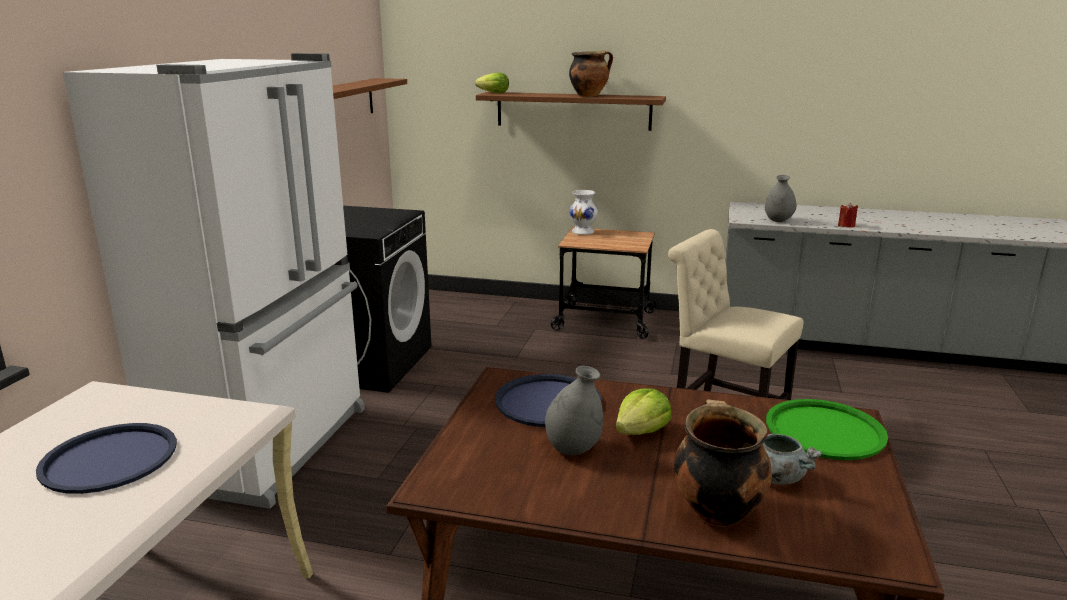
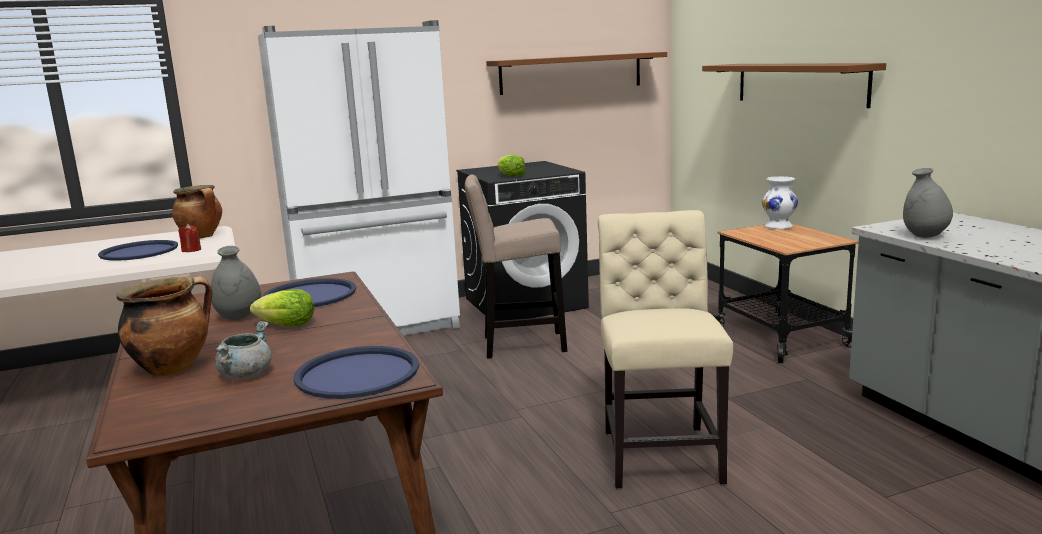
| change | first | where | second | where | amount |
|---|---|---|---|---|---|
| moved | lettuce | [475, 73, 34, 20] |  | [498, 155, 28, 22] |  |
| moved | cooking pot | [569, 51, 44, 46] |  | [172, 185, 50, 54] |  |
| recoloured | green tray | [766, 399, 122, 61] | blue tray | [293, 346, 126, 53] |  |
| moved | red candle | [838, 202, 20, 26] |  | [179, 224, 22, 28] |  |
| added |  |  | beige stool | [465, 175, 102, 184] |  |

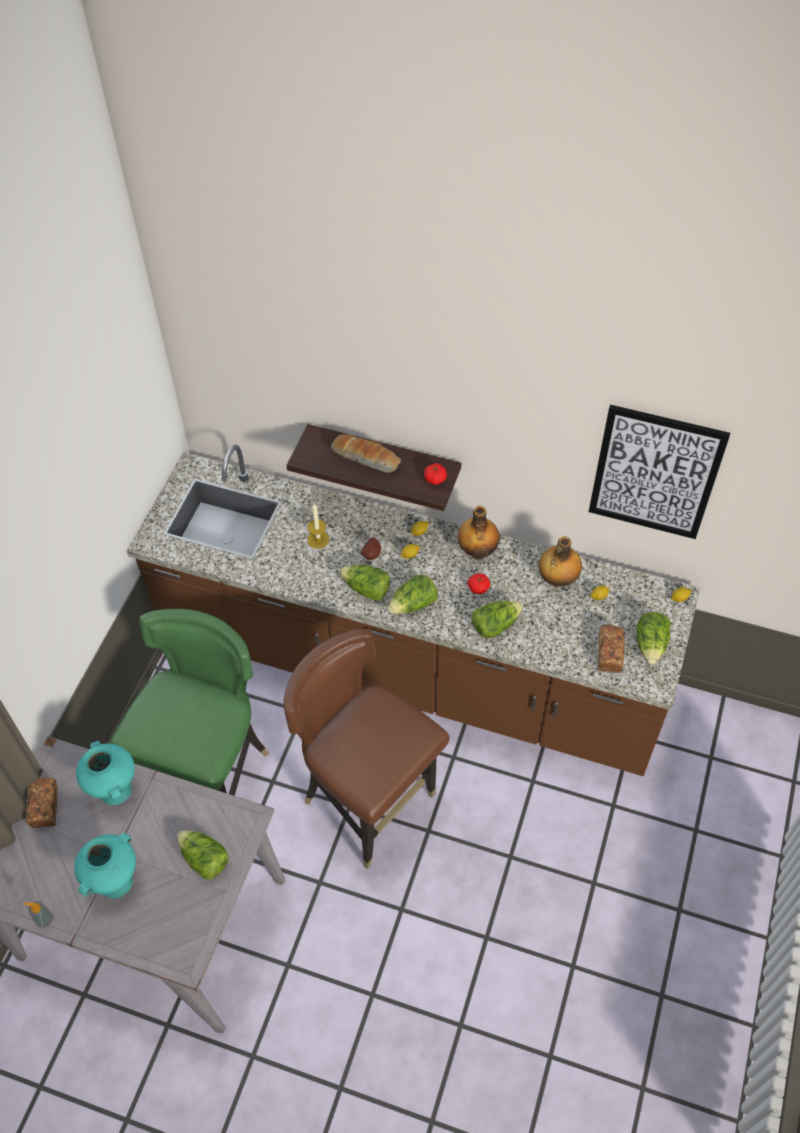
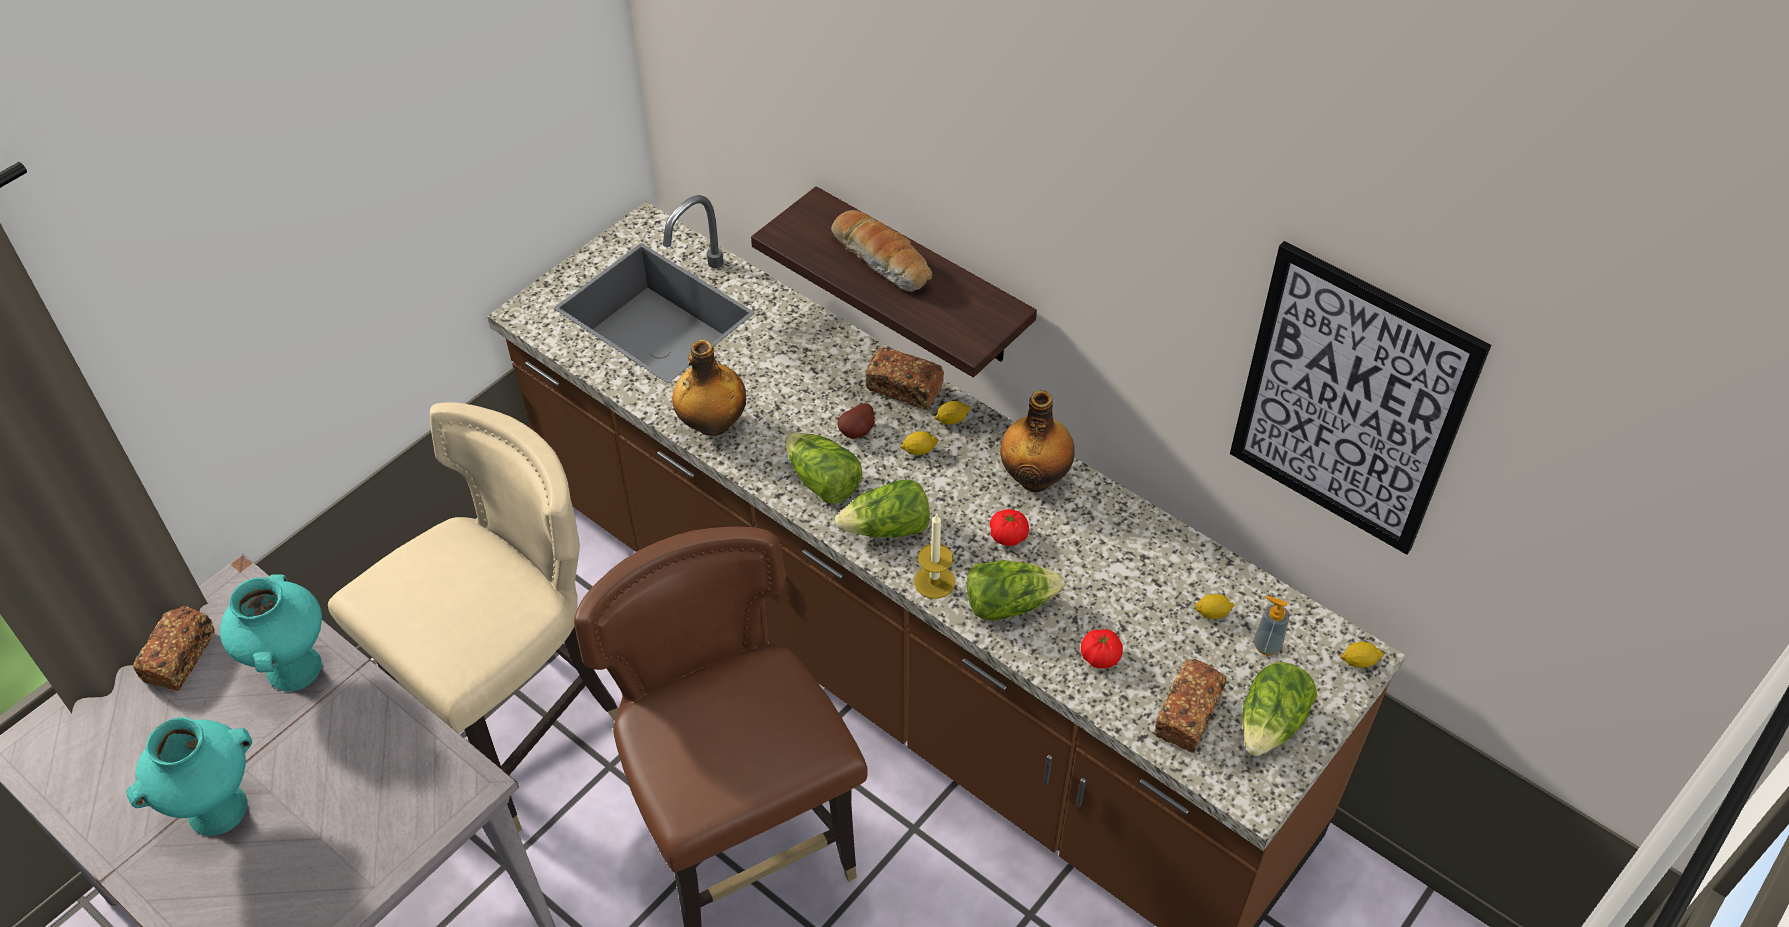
| change | first | where | second | where | amount |
|---|---|---|---|---|---|
| moved | soap dispenser | [23, 901, 30, 27] |  | [1254, 596, 35, 60] |  |
| recoloured | green chair | [109, 609, 160, 187] | beige chair | [328, 402, 291, 430] |  |
| removed | lettuce | [177, 830, 52, 49] |  |  |  |
| moved | candle | [307, 504, 22, 45] |  | [914, 513, 41, 86] |  |
| moved | tomato | [424, 463, 23, 22] |  | [1081, 629, 42, 40] |  |
| moved | bottle | [539, 536, 43, 51] |  | [672, 340, 74, 96] |  |
| added |  |  | bread | [865, 347, 79, 62] |  |

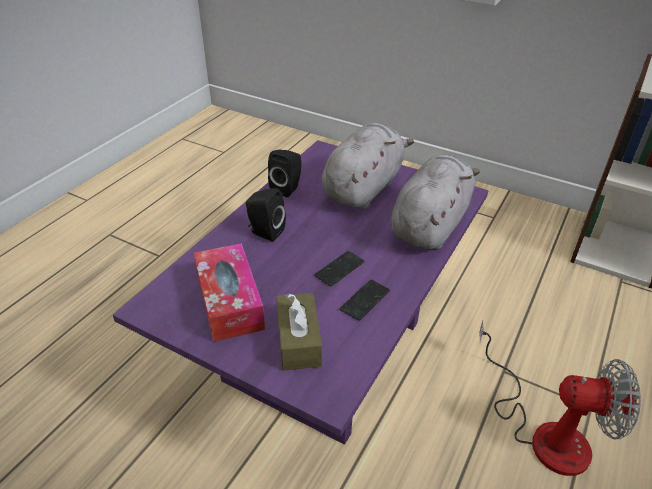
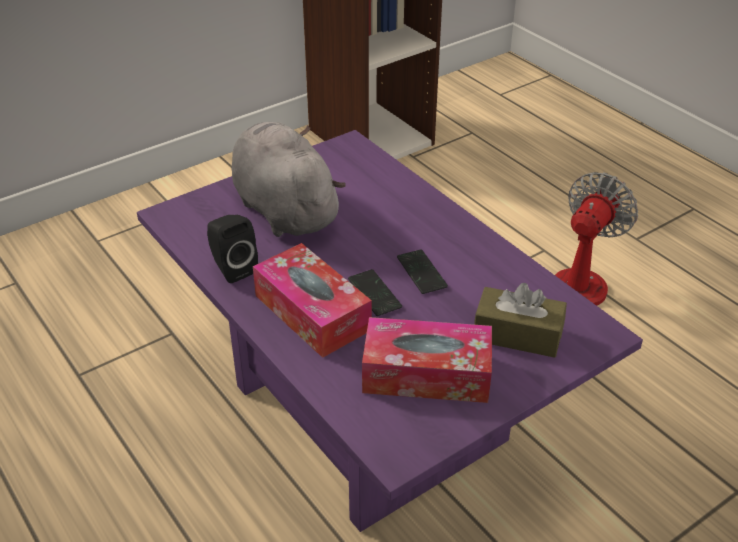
| change | first | where | second | where | amount |
|---|---|---|---|---|---|
| replaced | black speaker | [246, 188, 40, 54] | tissue box | [253, 243, 119, 115] |  |
| moved | phone | [340, 280, 50, 41] |  | [348, 269, 54, 47] |  |
| removed | grey plush toy | [391, 155, 89, 95] |  |  |  |

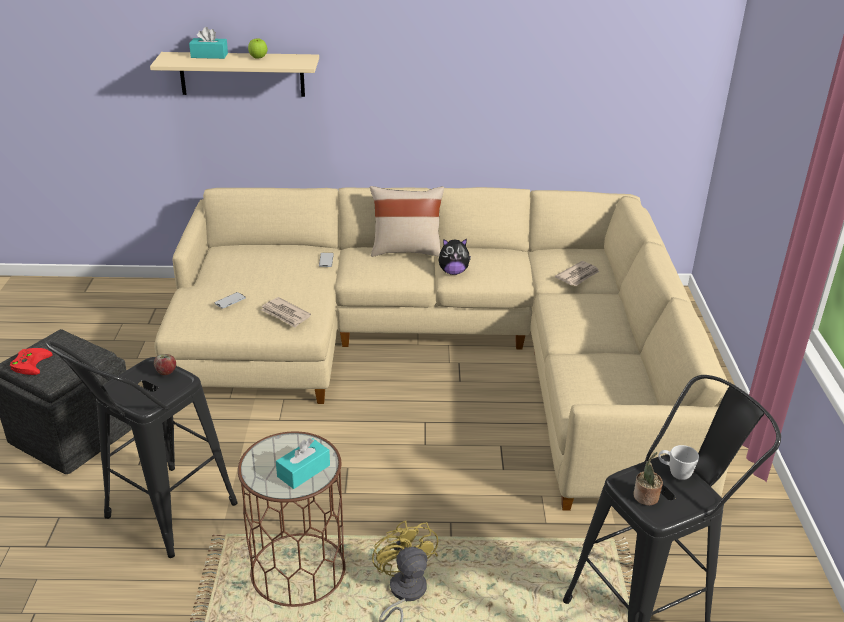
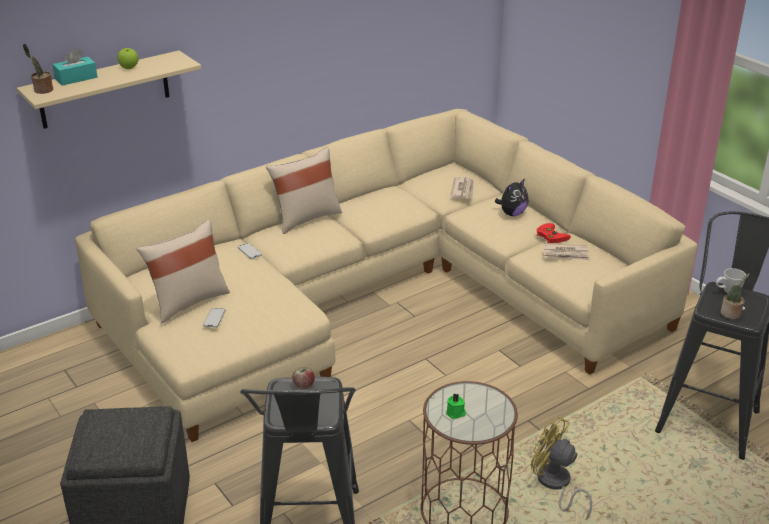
| change | first | where | second | where | amount |
|---|---|---|---|---|---|
| moved | red game controller | [10, 348, 42, 27] |  | [537, 223, 34, 20] |  |
| moved | newspaper | [261, 297, 50, 31] |  | [543, 243, 47, 17] |  |
| removed | turquoise tissue box | [276, 438, 54, 51] |  |  |  |
| moved | plush toy | [439, 239, 32, 36] |  | [495, 178, 34, 38] |  |
| added |  |  | potted plant | [23, 44, 30, 50] |  |
| added |  |  | beige pillow | [137, 220, 93, 103] |  |
| added |  |  | green candle | [446, 394, 20, 25] |  |

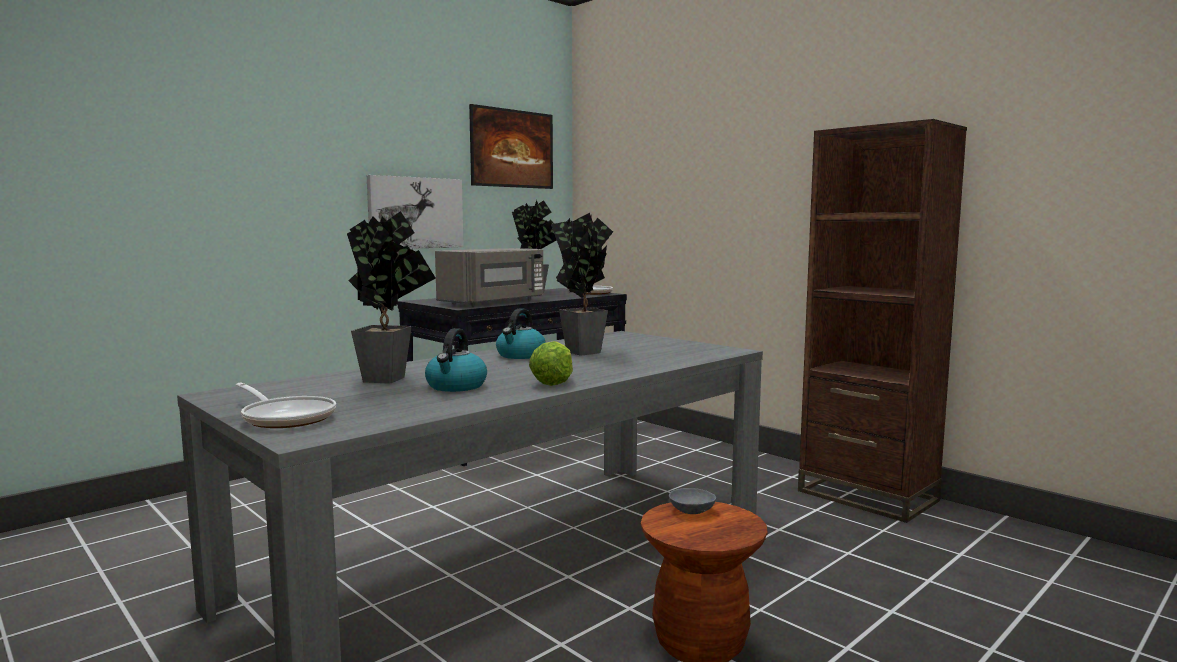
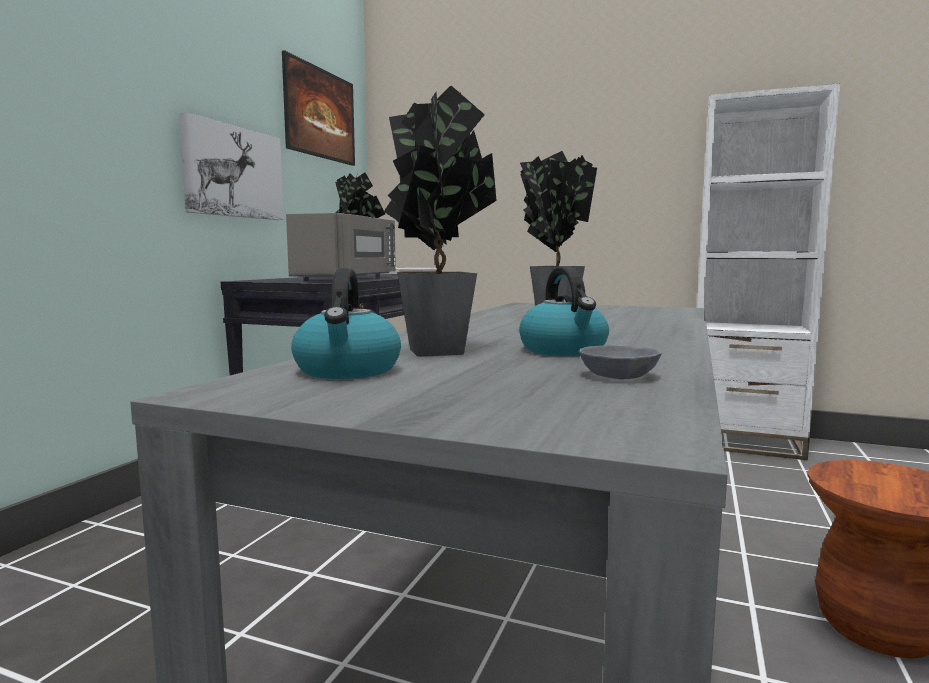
| change | first | where | second | where | amount |
|---|---|---|---|---|---|
| removed | frying pan | [236, 383, 100, 45] |  |  |  |
| moved | kettle | [496, 308, 50, 51] |  | [291, 268, 110, 111] |  |
| removed | lettuce | [529, 341, 44, 45] |  |  |  |
| moved | grey bowl | [669, 488, 47, 26] |  | [579, 345, 83, 34] |  |
| recoloured | brown bookcase | [798, 119, 169, 404] | white bookcase | [697, 83, 144, 377] |  |

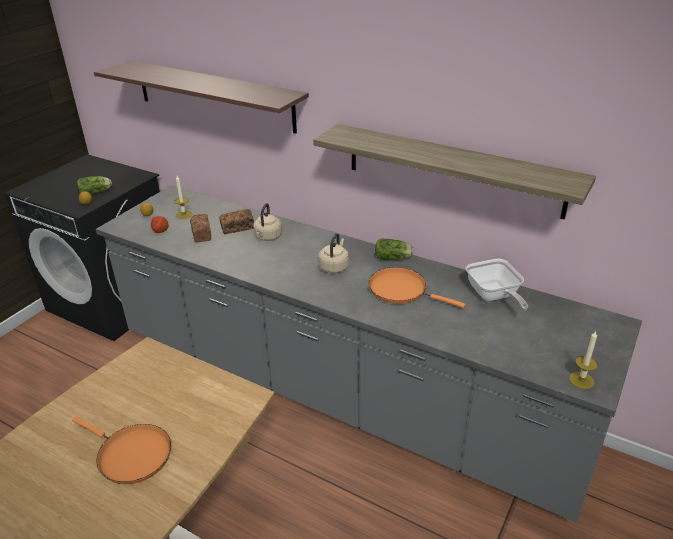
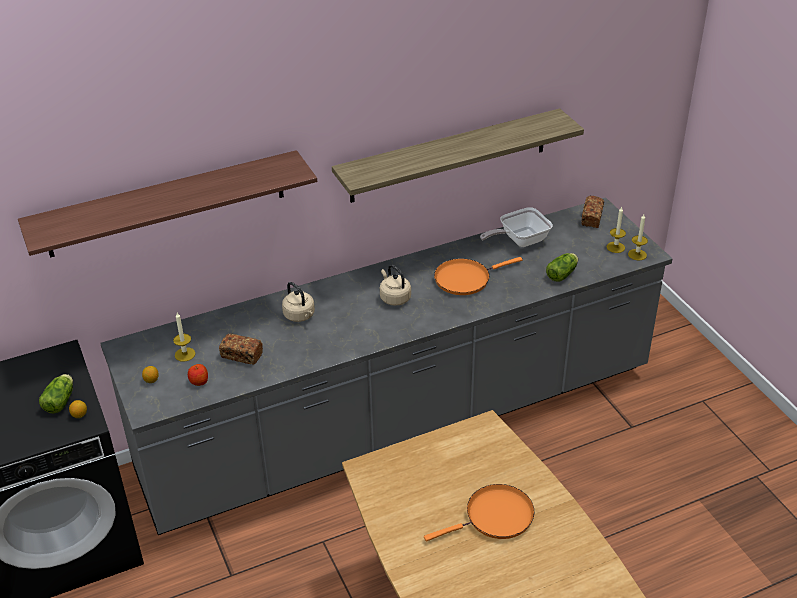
| change | first | where | second | where | amount |
|---|---|---|---|---|---|
| moved | bread | [219, 209, 35, 25] |  | [582, 196, 22, 32] |  |
| moved | lettuce | [375, 238, 39, 22] |  | [546, 253, 32, 28] |  |
| turned | frying pan | [466, 258, 62, 53] |  | [480, 207, 73, 40] | 135 degrees clockwise |
| added |  |  | candle | [607, 206, 19, 47] |  |

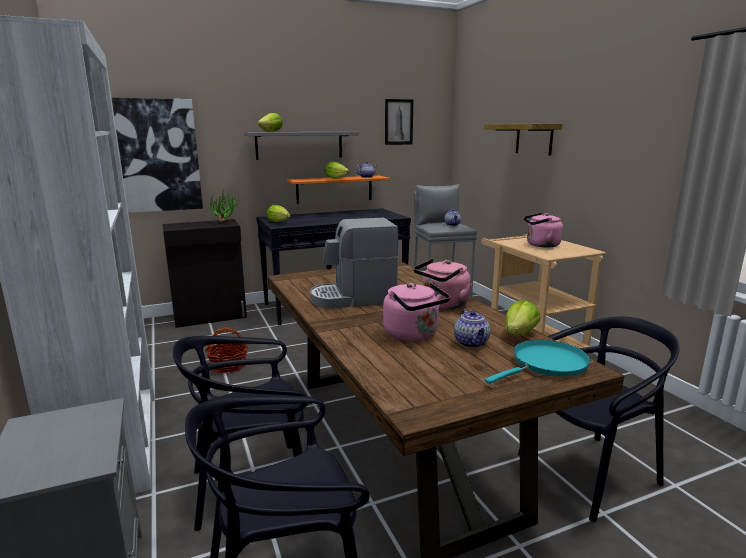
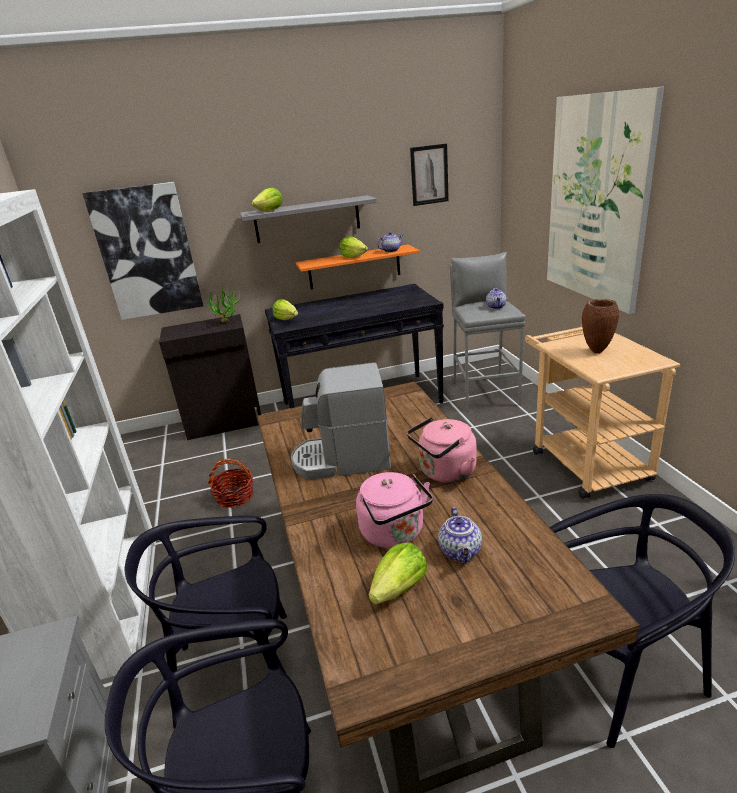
| change | first | where | second | where | amount |
|---|---|---|---|---|---|
| replaced | shelf | [484, 124, 78, 31] | picture | [547, 86, 117, 228] |  |
| removed | turquoise frying pan | [485, 340, 106, 44] |  |  |  |
| moved | lettuce | [505, 300, 35, 36] |  | [369, 542, 58, 63] |  |
| replaced | pink kettle | [524, 213, 39, 35] | brown vase | [582, 299, 37, 54] |  |

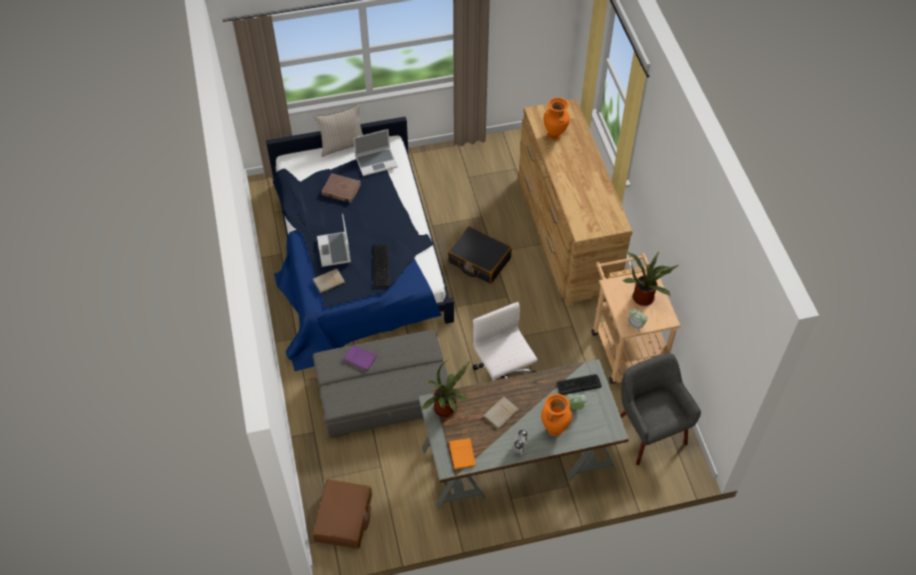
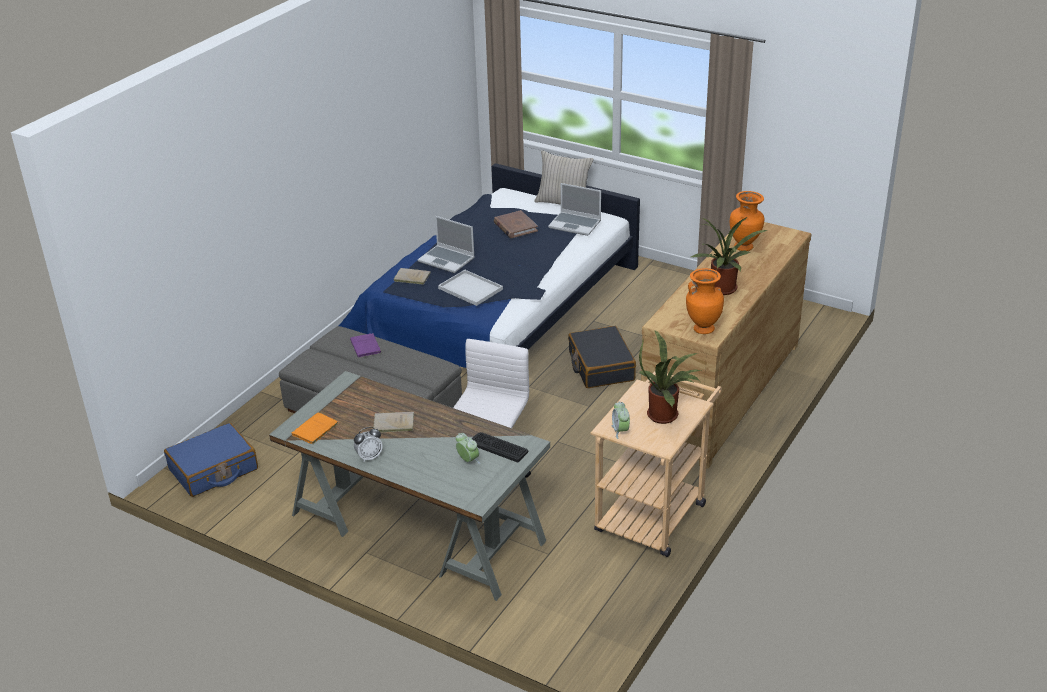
| change | first | where | second | where | amount |
|---|---|---|---|---|---|
| recoloured | brown suitcase | [312, 479, 60, 70] | blue suitcase | [164, 423, 94, 74] |  |
| turned | laptop | [317, 214, 34, 53] |  | [418, 216, 57, 57] | 90 degrees counterclockwise |
| replaced | keyboard | [373, 244, 17, 43] | white tray | [438, 270, 65, 36] |  |
| moved | potted plant | [422, 359, 48, 59] |  | [691, 217, 76, 78] |  |
| moved | orange vase | [541, 394, 31, 42] |  | [686, 268, 38, 66] |  |
| removed | grey armchair | [620, 353, 81, 112] |  |  |  |

